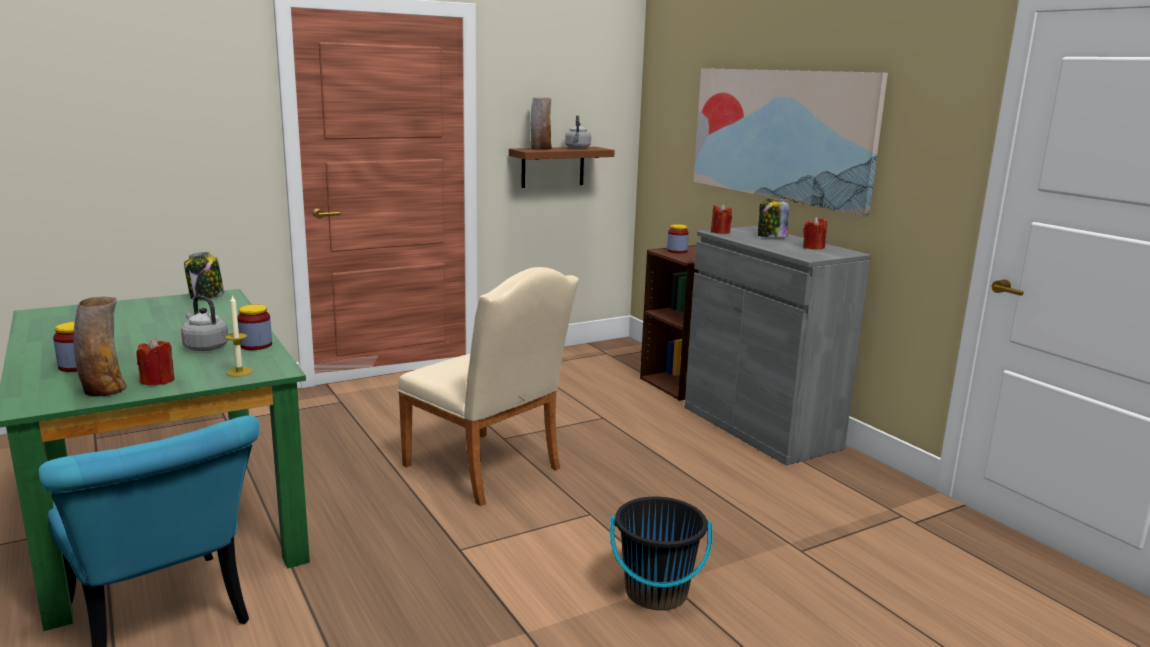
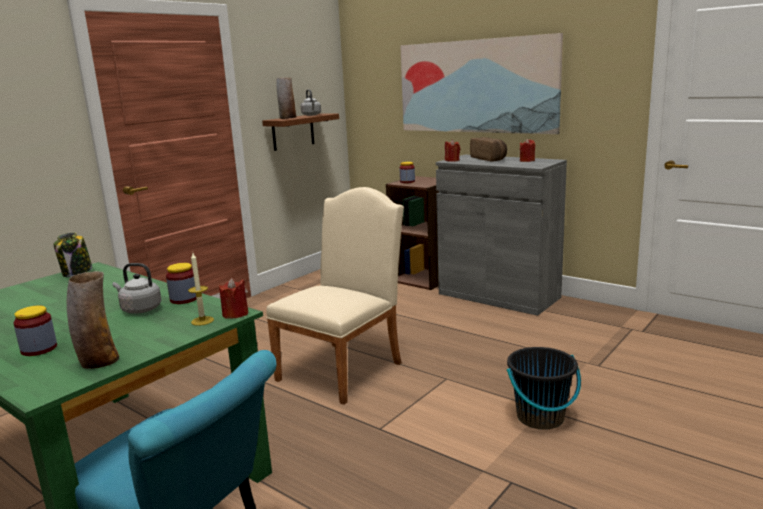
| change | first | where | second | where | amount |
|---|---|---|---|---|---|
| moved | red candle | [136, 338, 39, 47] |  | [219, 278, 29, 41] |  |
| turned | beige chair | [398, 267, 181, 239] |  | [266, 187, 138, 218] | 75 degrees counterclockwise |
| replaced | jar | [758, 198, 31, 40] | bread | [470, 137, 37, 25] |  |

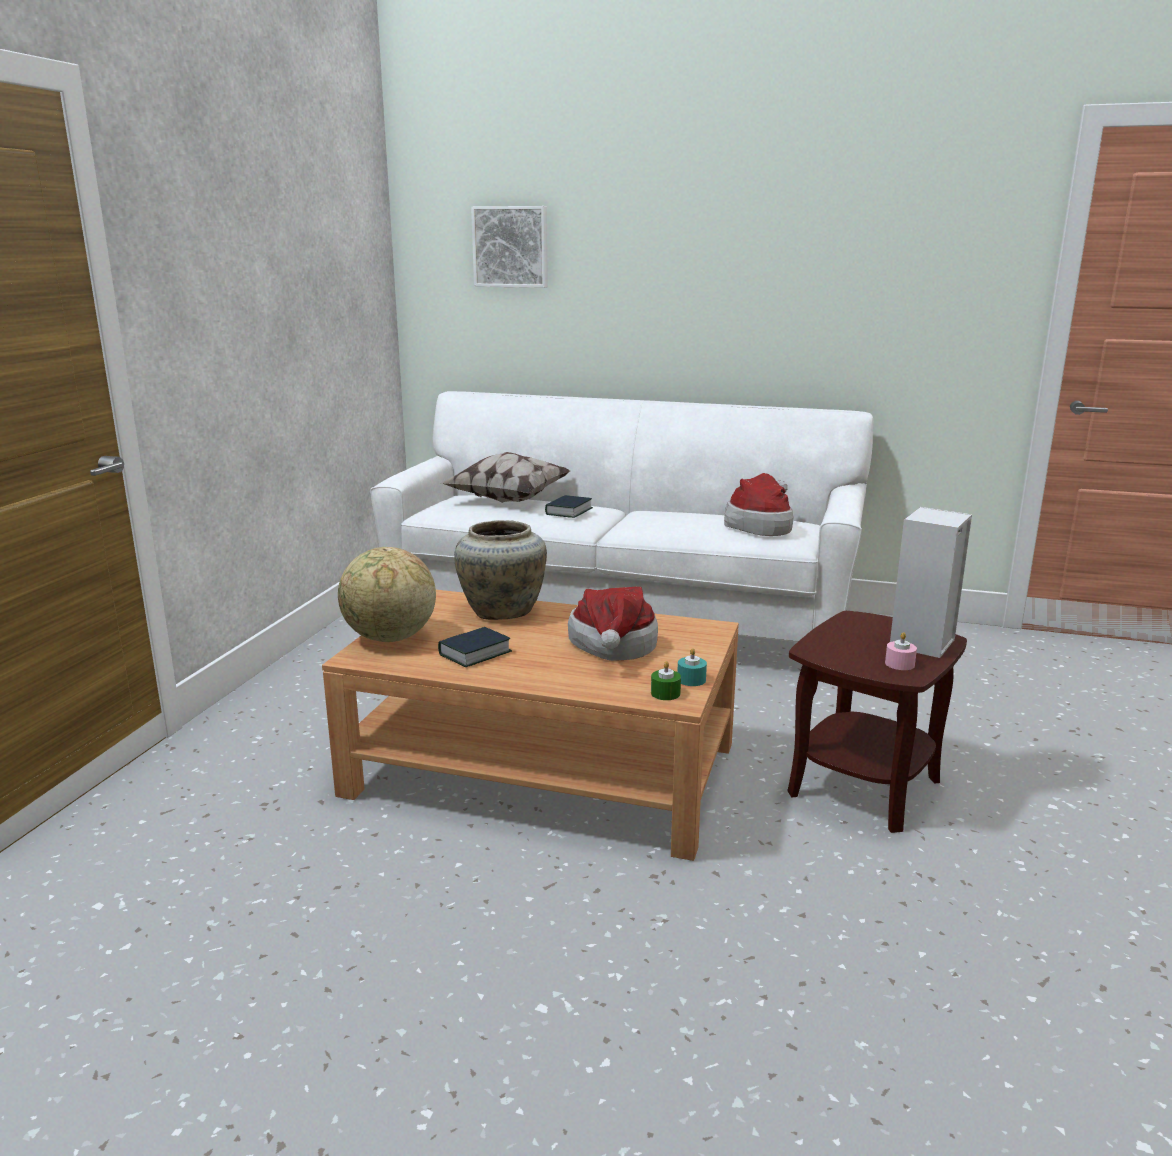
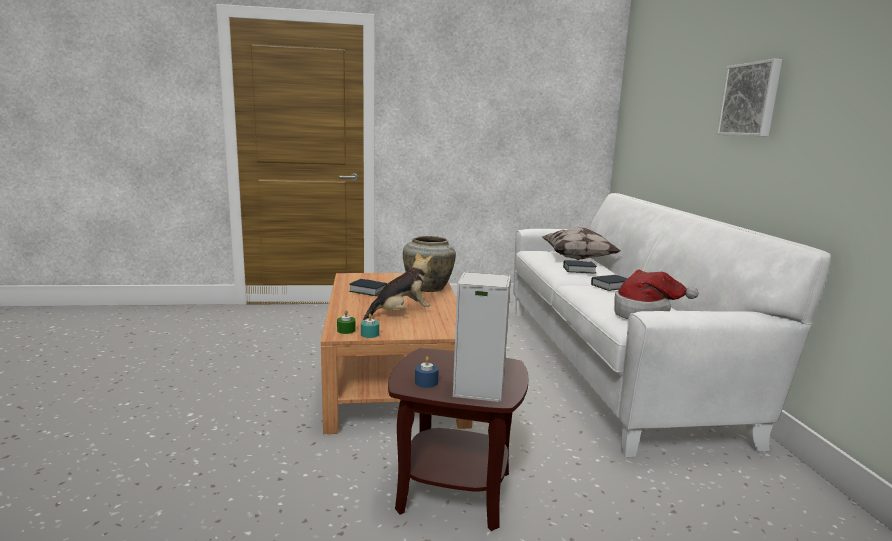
| change | first | where | second | where | amount |
|---|---|---|---|---|---|
| removed | globe | [338, 547, 98, 95] |  |  |  |
| moved | picture | [471, 206, 77, 82] |  | [716, 59, 66, 78] |  |
| replaced | hat | [568, 587, 90, 74] | plush toy | [363, 252, 69, 68] |  |
| recoloured | pink candle | [885, 632, 32, 38] | blue candle | [415, 357, 24, 31] |  |
| added |  |  | book | [591, 275, 37, 16] |  |

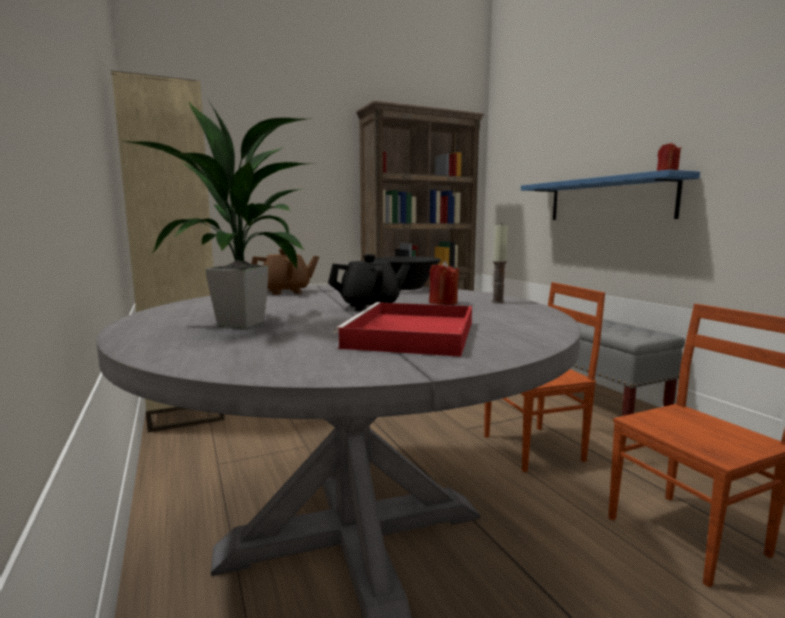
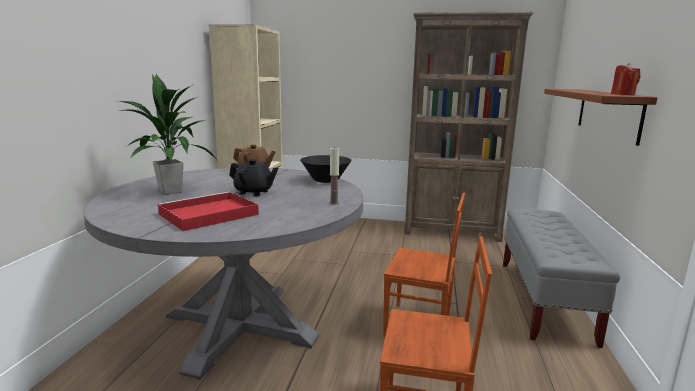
| change | first | where | second | where | amount |
|---|---|---|---|---|---|
| removed | red candle | [429, 260, 30, 45] |  |  |  |
| recoloured | blue shelf | [521, 170, 179, 50] | brown shelf | [544, 89, 114, 57] |  |

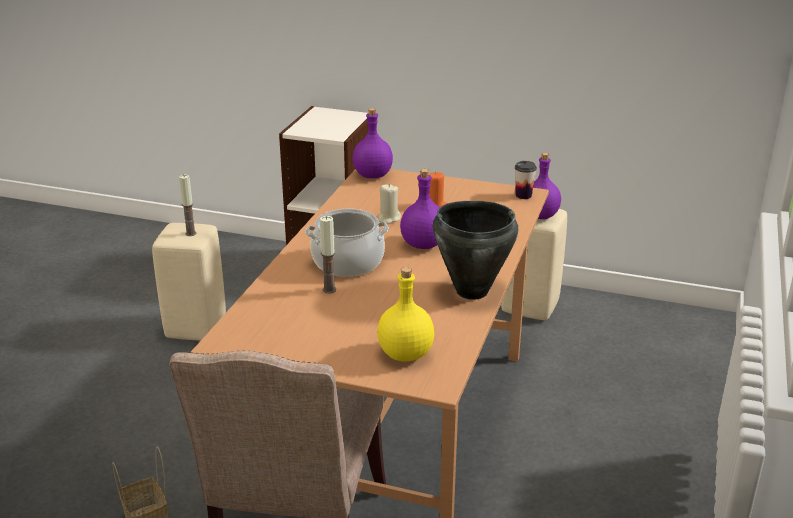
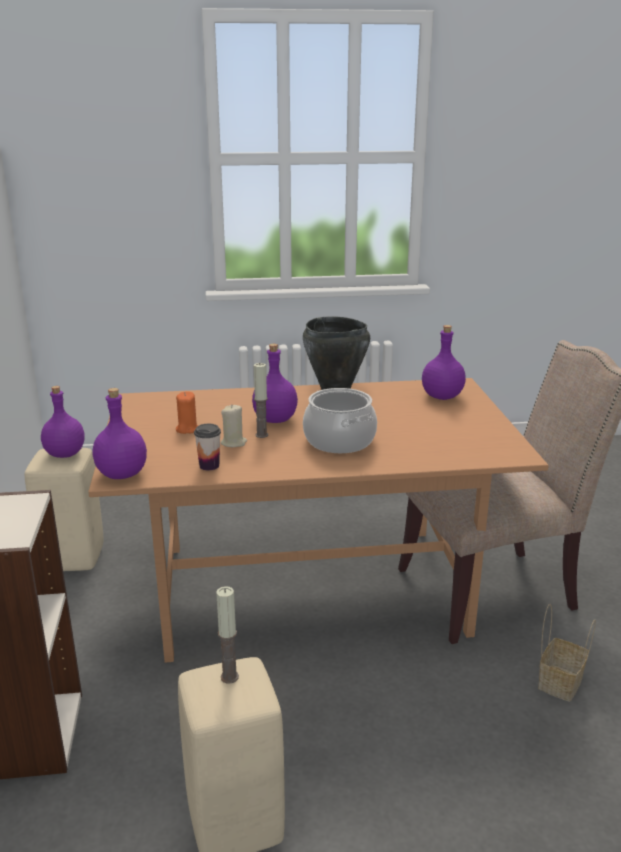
| change | first | where | second | where | amount |
|---|---|---|---|---|---|
| moved | candle | [320, 216, 16, 77] |  | [254, 363, 14, 75] |  |
| recoloured | yellow bottle | [377, 267, 57, 95] | purple bottle | [422, 325, 44, 75] |  |
| moved | cup | [515, 161, 22, 38] |  | [194, 424, 27, 47] |  |

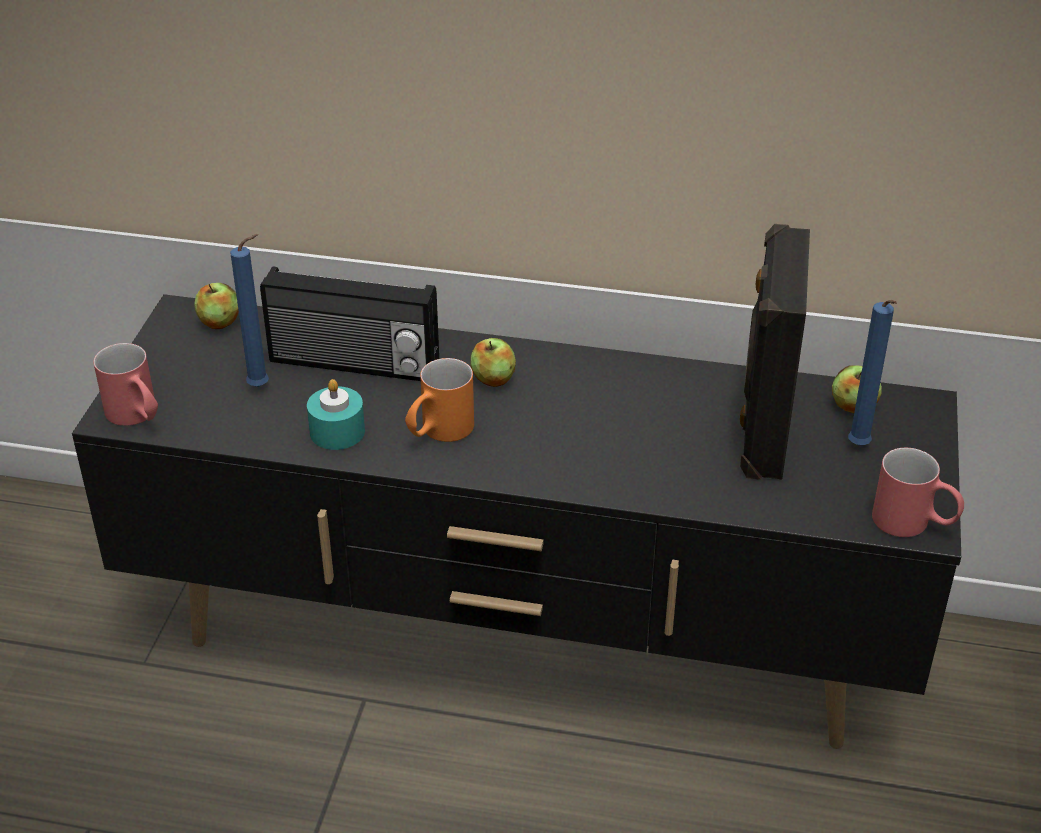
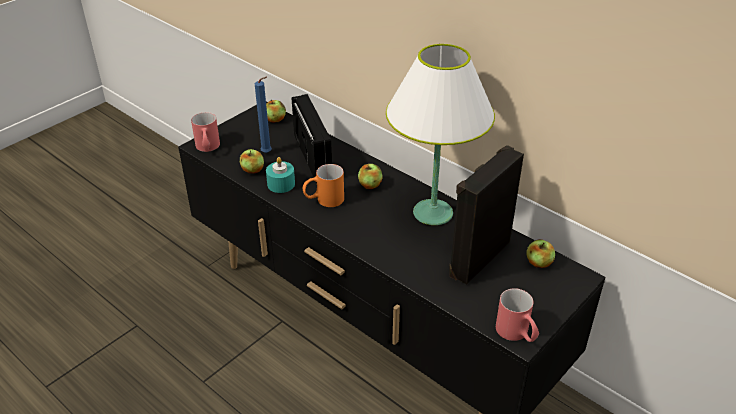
| change | first | where | second | where | amount |
|---|---|---|---|---|---|
| turned | radio | [260, 266, 179, 115] |  | [292, 94, 40, 89] | 150 degrees counterclockwise |
| removed | blue candle | [848, 300, 49, 145] |  |  |  |
| added |  |  | apple | [240, 149, 24, 25] |  |
| added |  |  | white table lamp | [386, 44, 109, 181] |  |

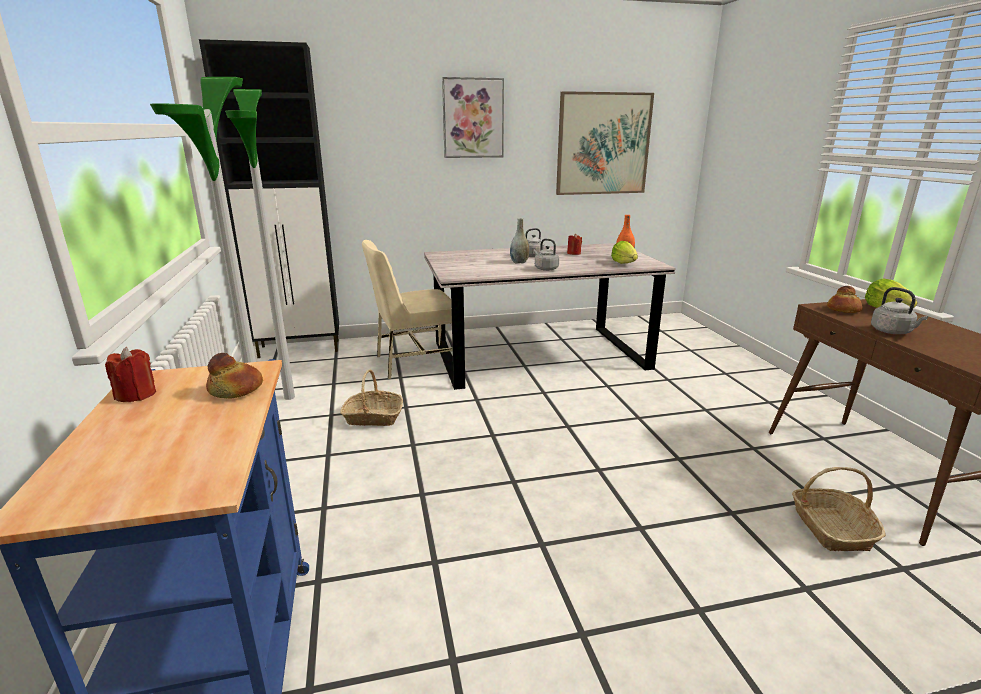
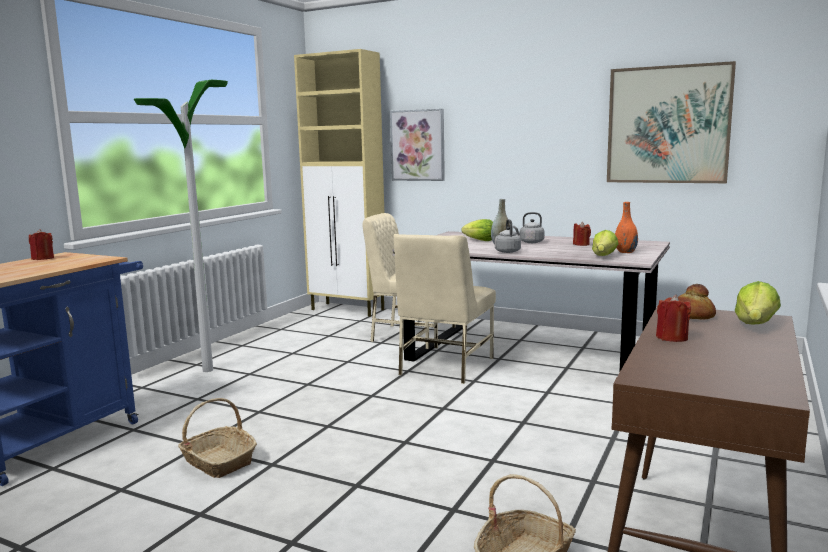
| change | first | where | second | where | amount |
|---|---|---|---|---|---|
| recoloured | black cabinet | [199, 39, 140, 319] | beige cabinet | [294, 49, 90, 268] |  |
| removed | bread | [206, 353, 57, 46] |  |  |  |
| removed | floor lamp | [225, 89, 70, 311] |  |  |  |
| moved | basket | [340, 369, 63, 57] |  | [178, 398, 79, 80] |  |
| moved | picture | [442, 77, 62, 81] |  | [390, 109, 55, 72] |  |
| replaced | grey kettle | [871, 287, 57, 47] | red candle | [656, 295, 35, 47] |  |
| added |  |  | beige chair | [393, 234, 103, 150] |  |
| added |  |  | lettuce | [462, 219, 31, 22] |  |

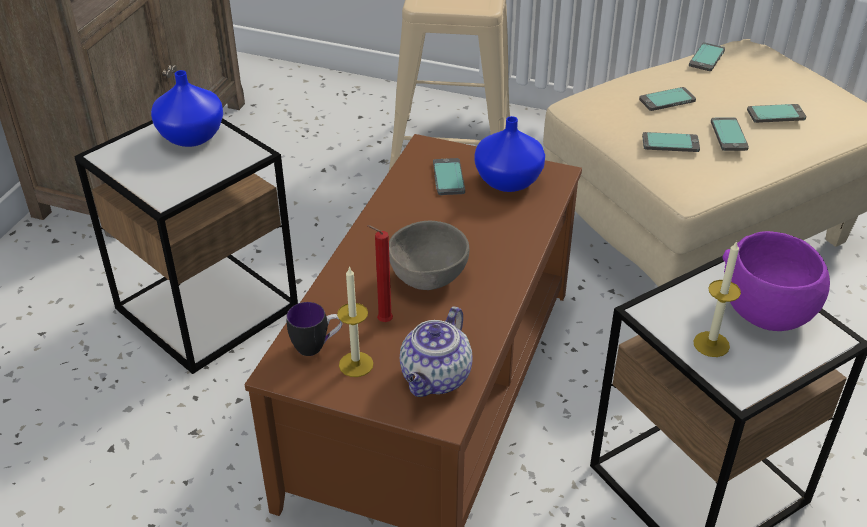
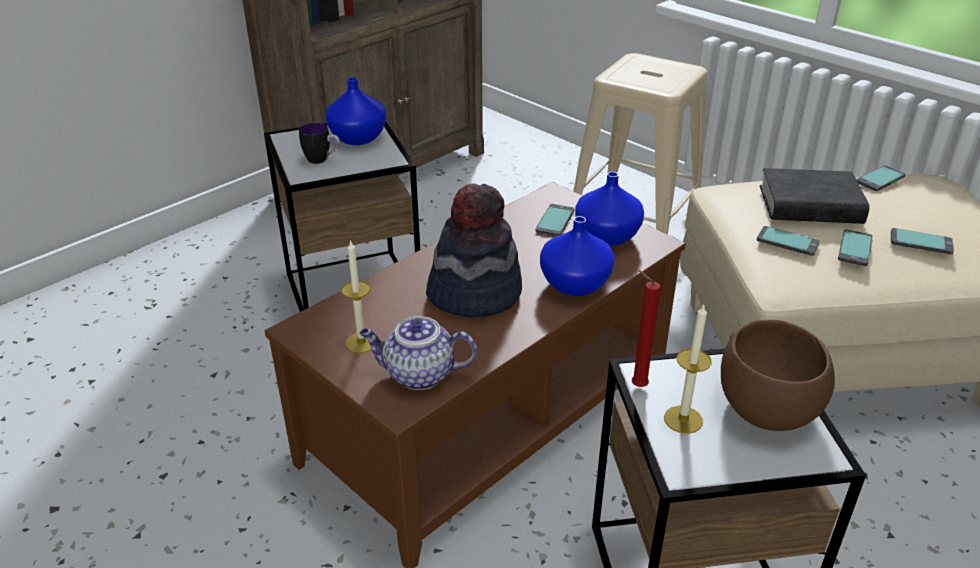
| change | first | where | second | where | amount |
|---|---|---|---|---|---|
| moved | mug | [286, 302, 56, 54] |  | [299, 123, 41, 41] |  |
| moved | red candle | [367, 225, 26, 97] |  | [632, 270, 29, 117] |  |
| replaced | grey bowl | [389, 221, 80, 69] | hat | [426, 184, 96, 134] |  |
| turned | teapot | [400, 306, 73, 91] |  | [359, 316, 118, 74] | 45 degrees clockwise |
| replaced | phone | [639, 87, 57, 24] | black book | [760, 168, 110, 56] |  |
| recoloured | purple bowl | [722, 231, 108, 100] | brown bowl | [721, 320, 114, 111] |  |
| added |  |  | blue vase | [540, 216, 75, 80] |  |

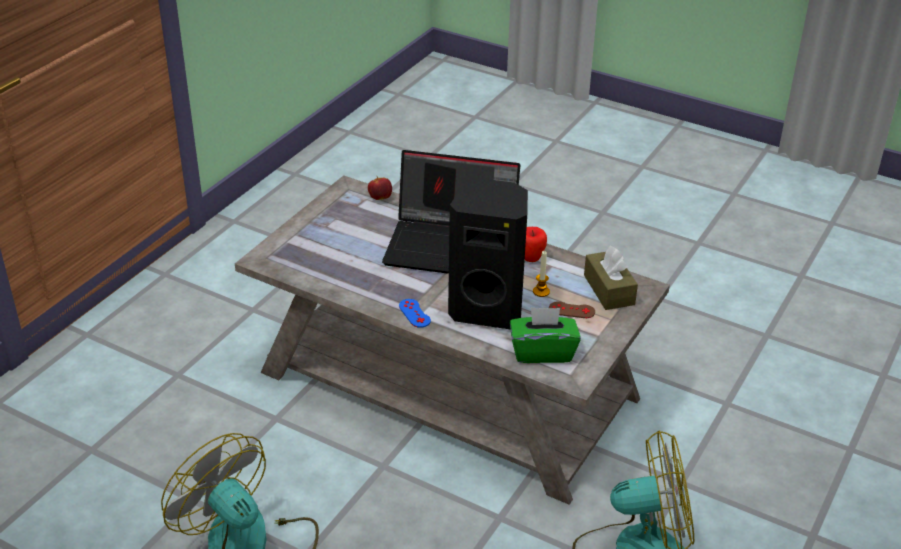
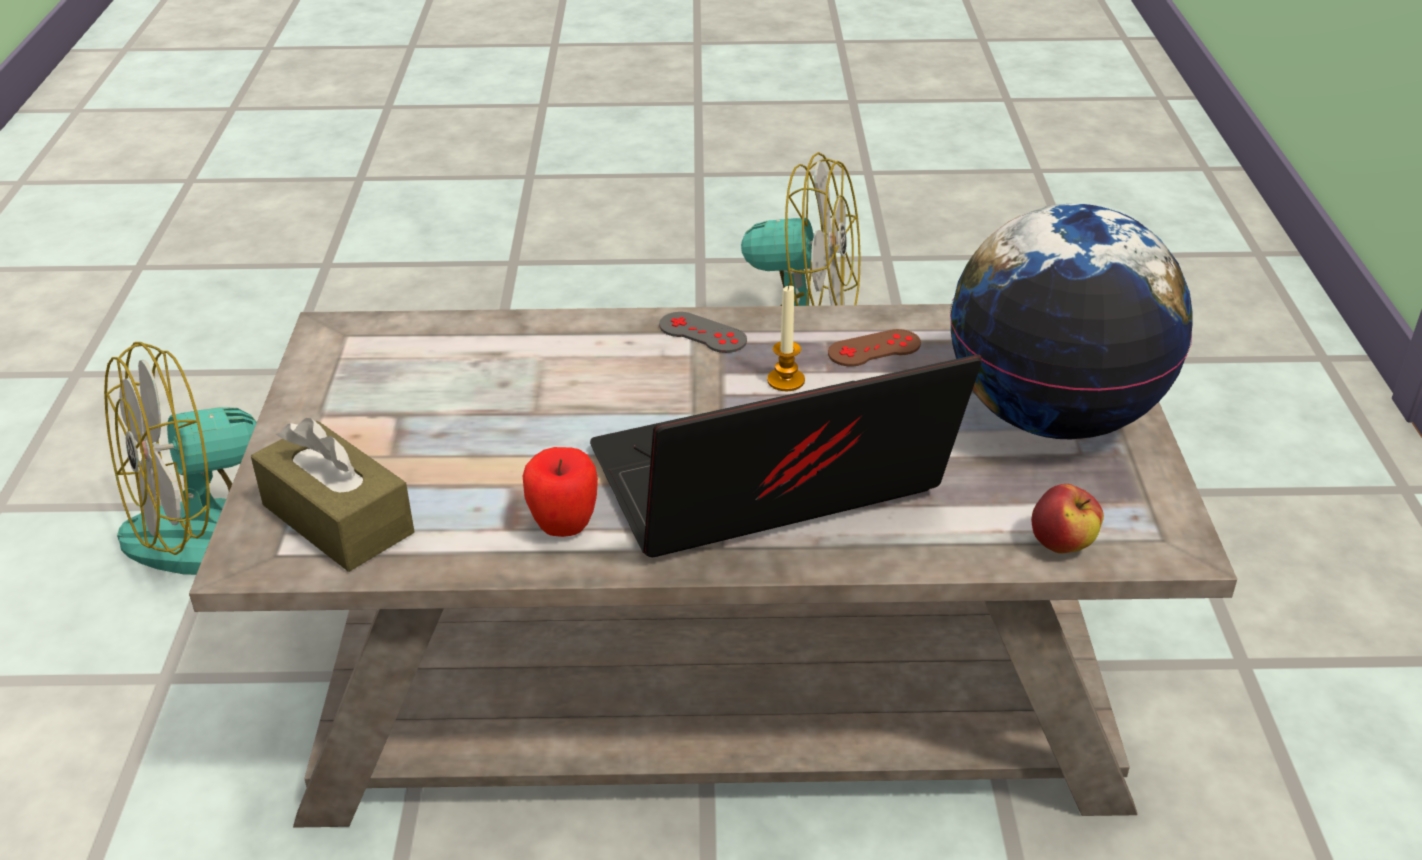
| change | first | where | second | where | amount |
|---|---|---|---|---|---|
| recoloured | blue game controller | [399, 299, 32, 29] | grey game controller | [659, 312, 88, 41] |  |
| removed | black speaker | [448, 179, 80, 150] |  |  |  |
| removed | green tissue box | [510, 307, 71, 56] |  |  |  |
| moved | candle | [533, 251, 17, 46] |  | [767, 285, 38, 106] |  |
| moved | brown game controller | [549, 301, 46, 17] |  | [828, 329, 93, 38] |  |
| added |  |  | globe | [950, 204, 243, 235] |  |

